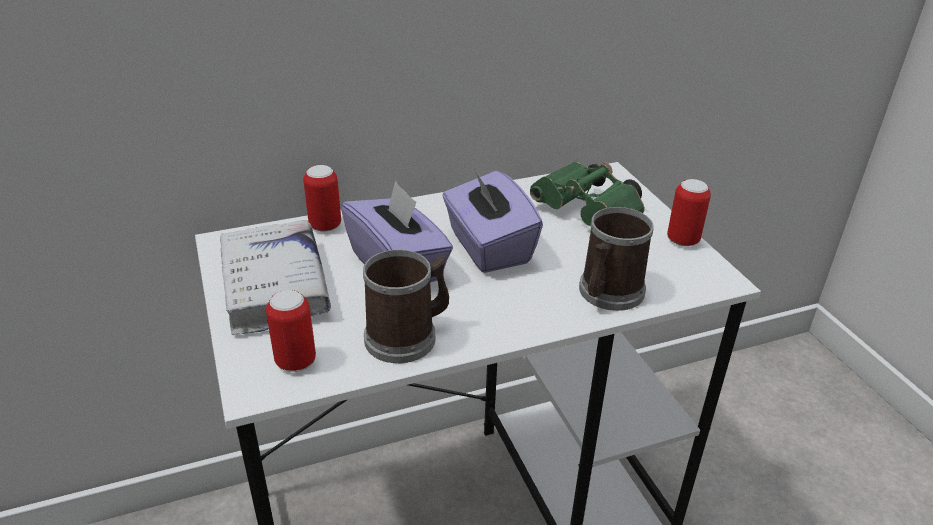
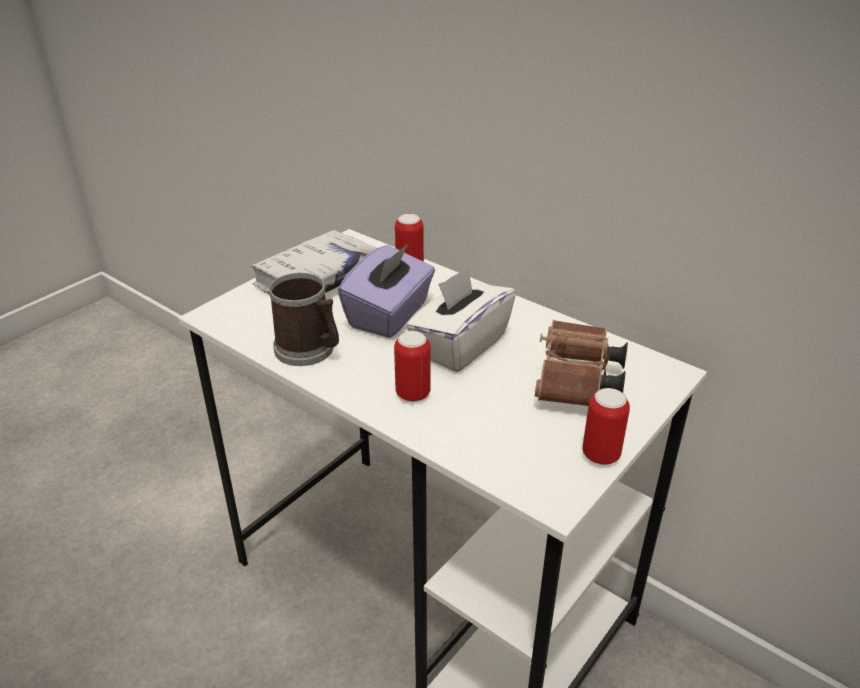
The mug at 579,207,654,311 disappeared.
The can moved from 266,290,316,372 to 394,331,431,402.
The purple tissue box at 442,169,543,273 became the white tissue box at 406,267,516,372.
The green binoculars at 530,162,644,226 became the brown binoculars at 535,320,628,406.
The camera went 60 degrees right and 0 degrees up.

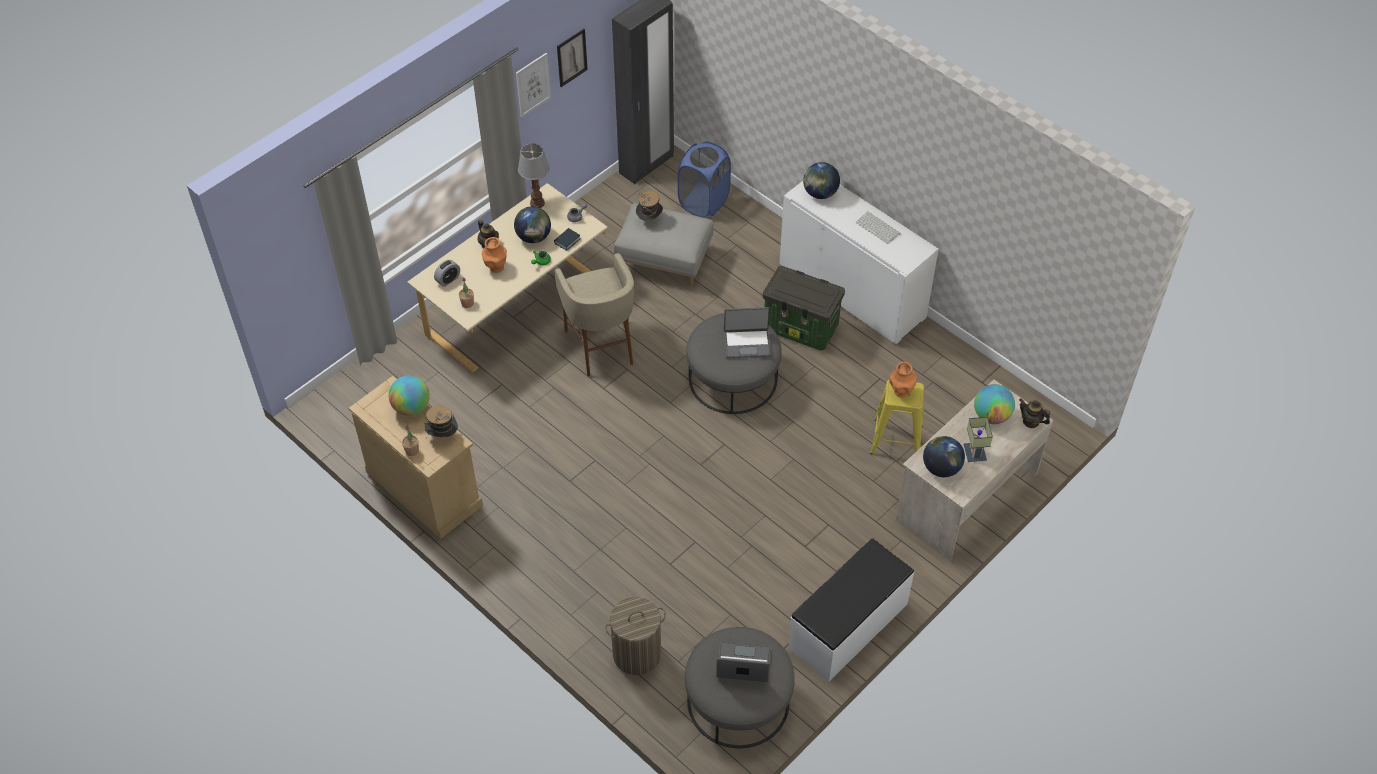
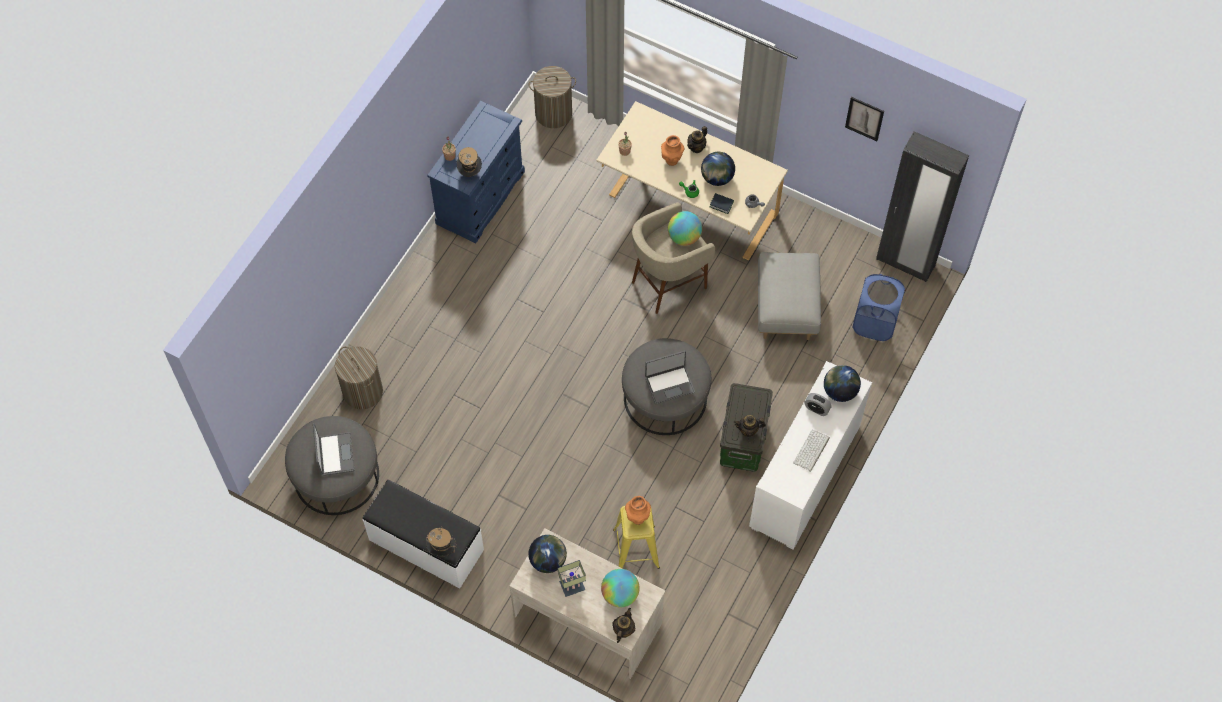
The picture at 516,53,551,118 disappeared.
The table lamp at 518,143,550,208 disappeared.
The laundry basket at 529,66,576,128 appeared.
The teapot at 734,415,766,437 appeared.
The globe moved from 389,375,430,416 to 668,211,702,246.
The alarm clock moved from 434,260,460,287 to 804,393,832,416.
The hat moved from 636,191,663,221 to 426,527,457,556.
The beige dresser at 349,376,483,539 became the blue dresser at 427,101,525,243.
The laptop at 724,307,771,358 turned 90 degrees counterclockwise.
The camera went 75 degrees right and 10 degrees up.

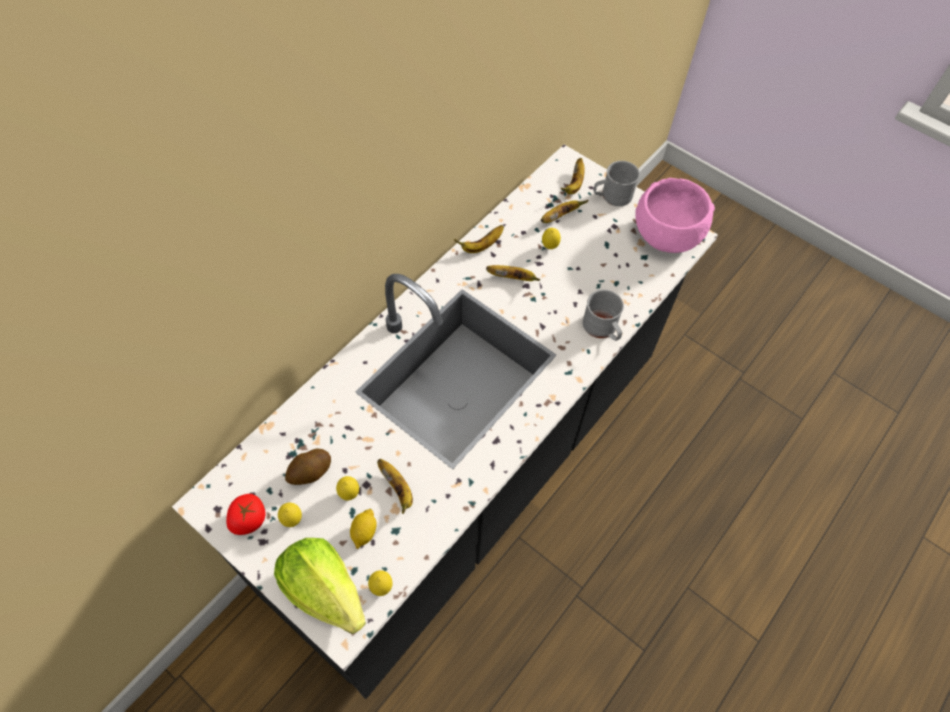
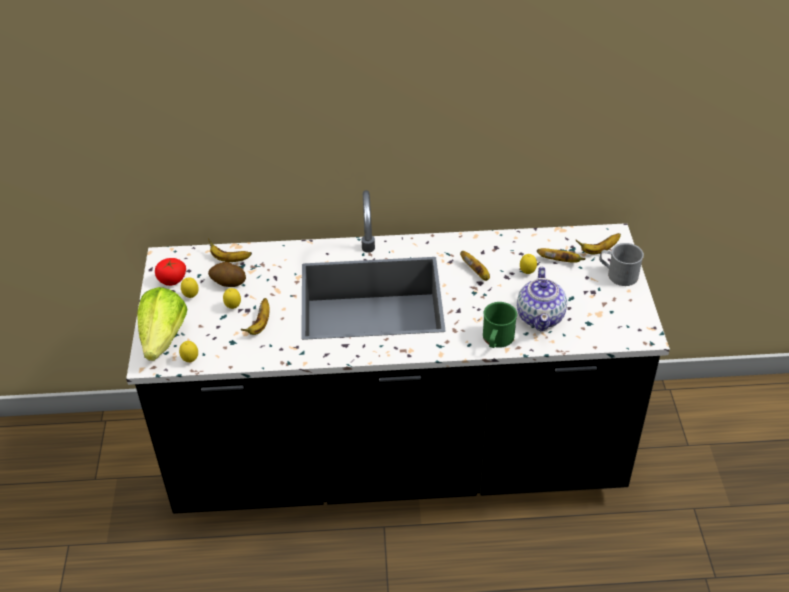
The lemon at 350,509,377,549 disappeared.
The pink bowl at 635,178,715,253 disappeared.
The teapot at 517,267,567,331 appeared.
The banana moved from 454,225,504,253 to 208,238,252,262.
The grey mug at 583,289,624,341 became the green mug at 483,302,517,348.
The camera went 50 degrees right and 15 degrees down.

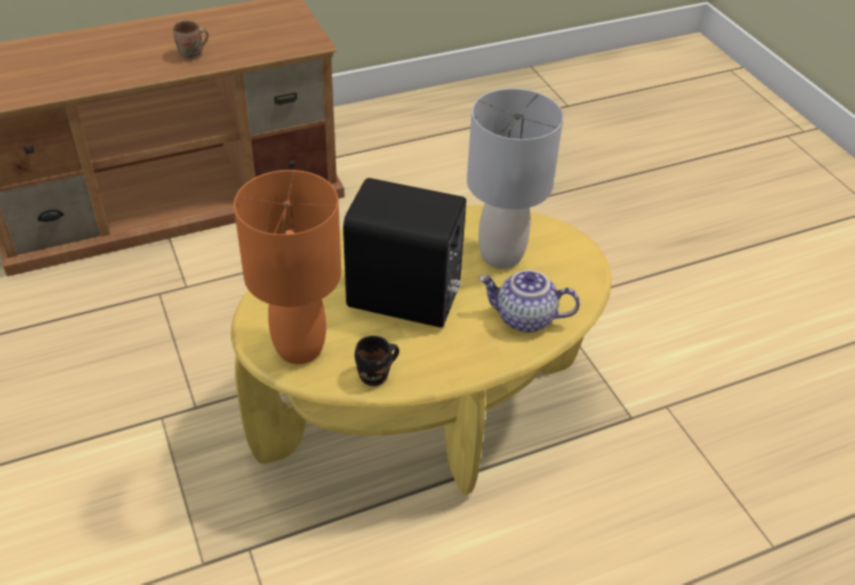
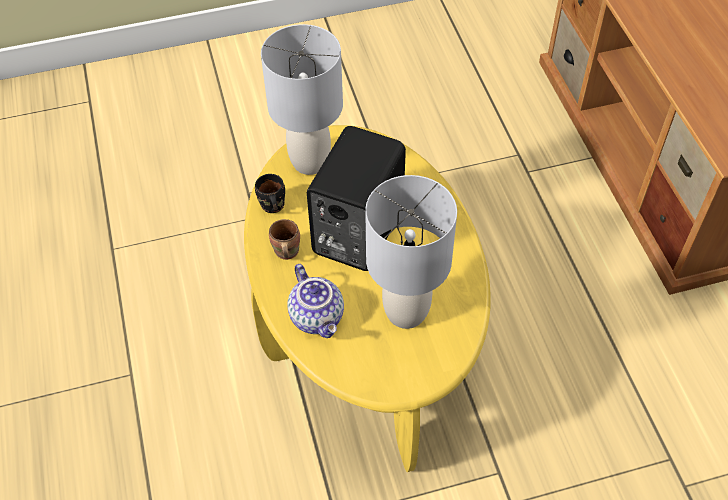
The brown mug moved from 173,21,208,60 to 269,219,300,260.
The orange table lamp at 234,170,342,364 became the grey table lamp at 261,24,343,175.
The teapot at 479,270,580,333 turned 135 degrees clockwise.
The camera went 100 degrees right and 10 degrees up.

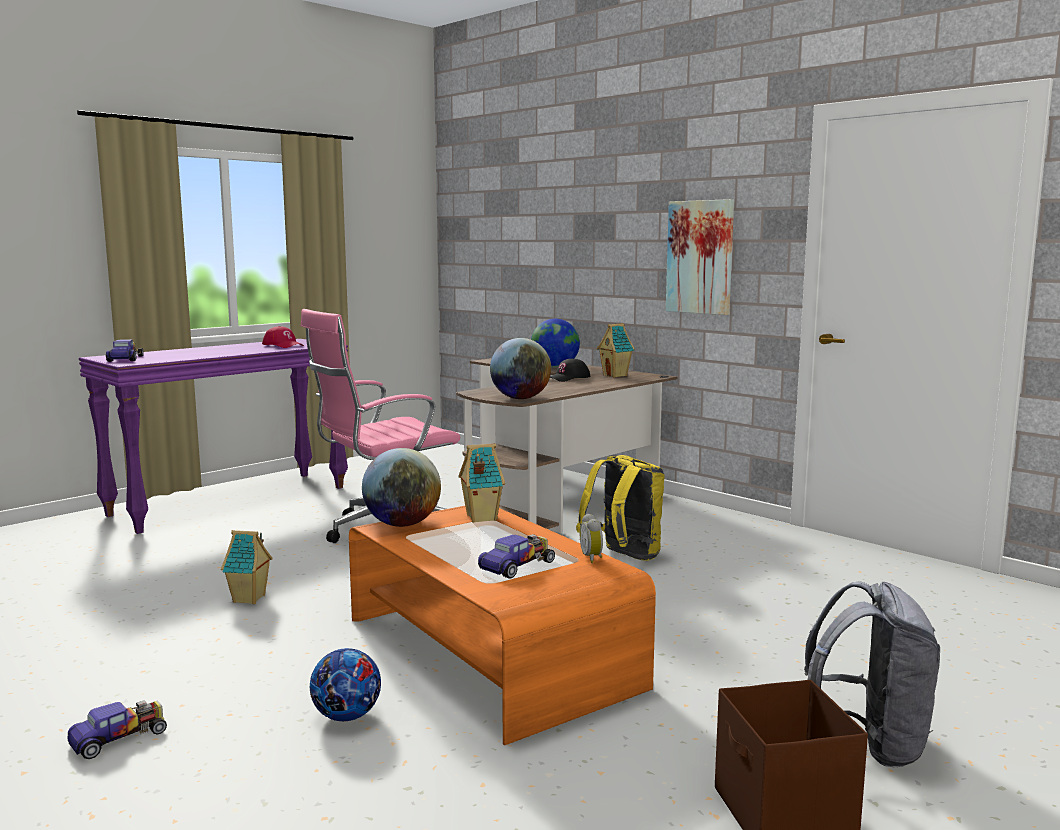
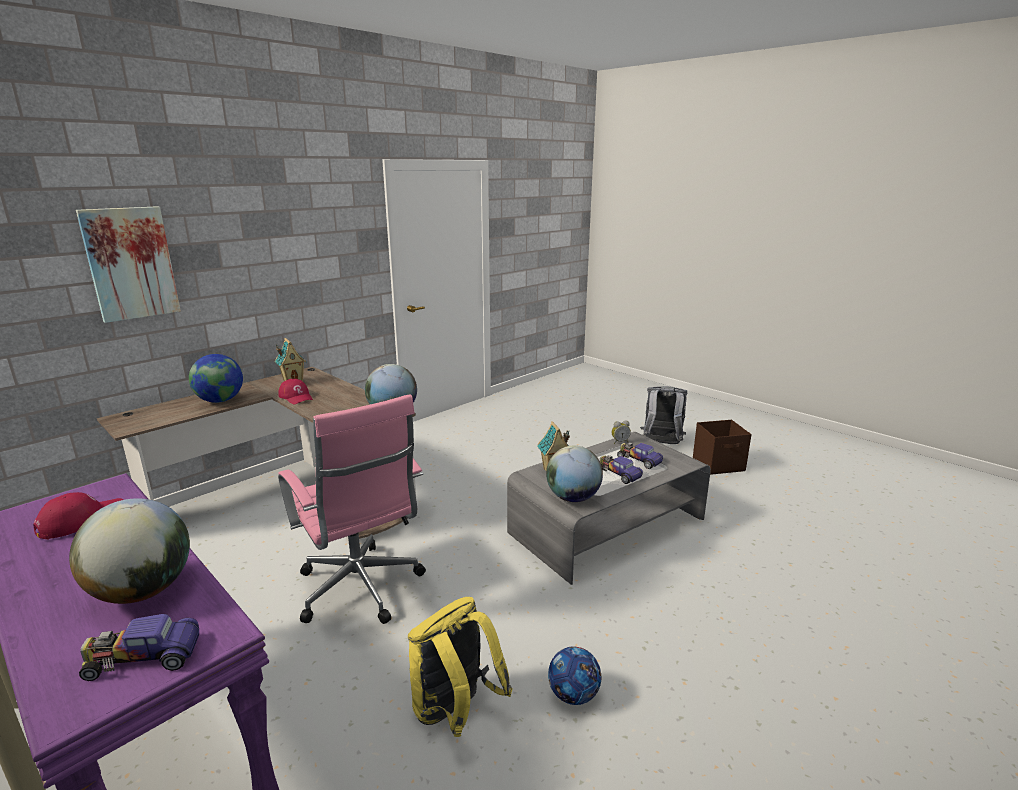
The toy house at 221,530,273,604 disappeared.
The globe at 69,498,190,604 appeared.
The toy car moved from 67,700,167,759 to 600,455,643,484.
The football moved from 310,648,381,721 to 548,647,601,705.
The yellow backpack moved from 576,455,665,561 to 408,597,513,737.
The picture moved from 666,199,734,315 to 76,206,181,323.
The orange coffee table at 349,506,656,745 became the grey coffee table at 507,432,711,585.
The black cap at 550,358,590,382 became the red cap at 278,379,313,404.
The camera went 90 degrees left and 10 degrees up.

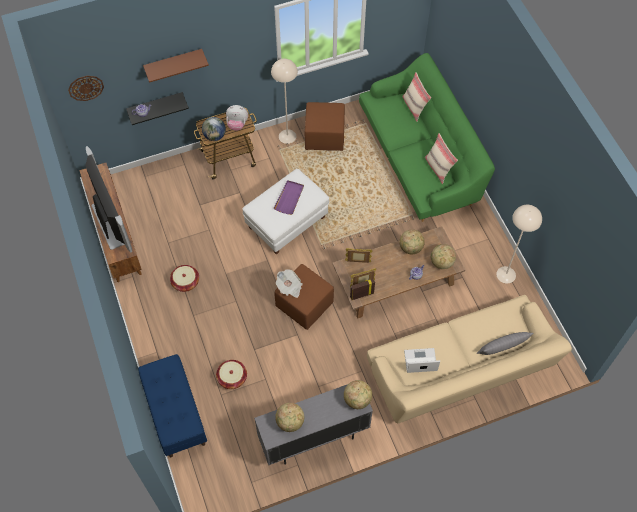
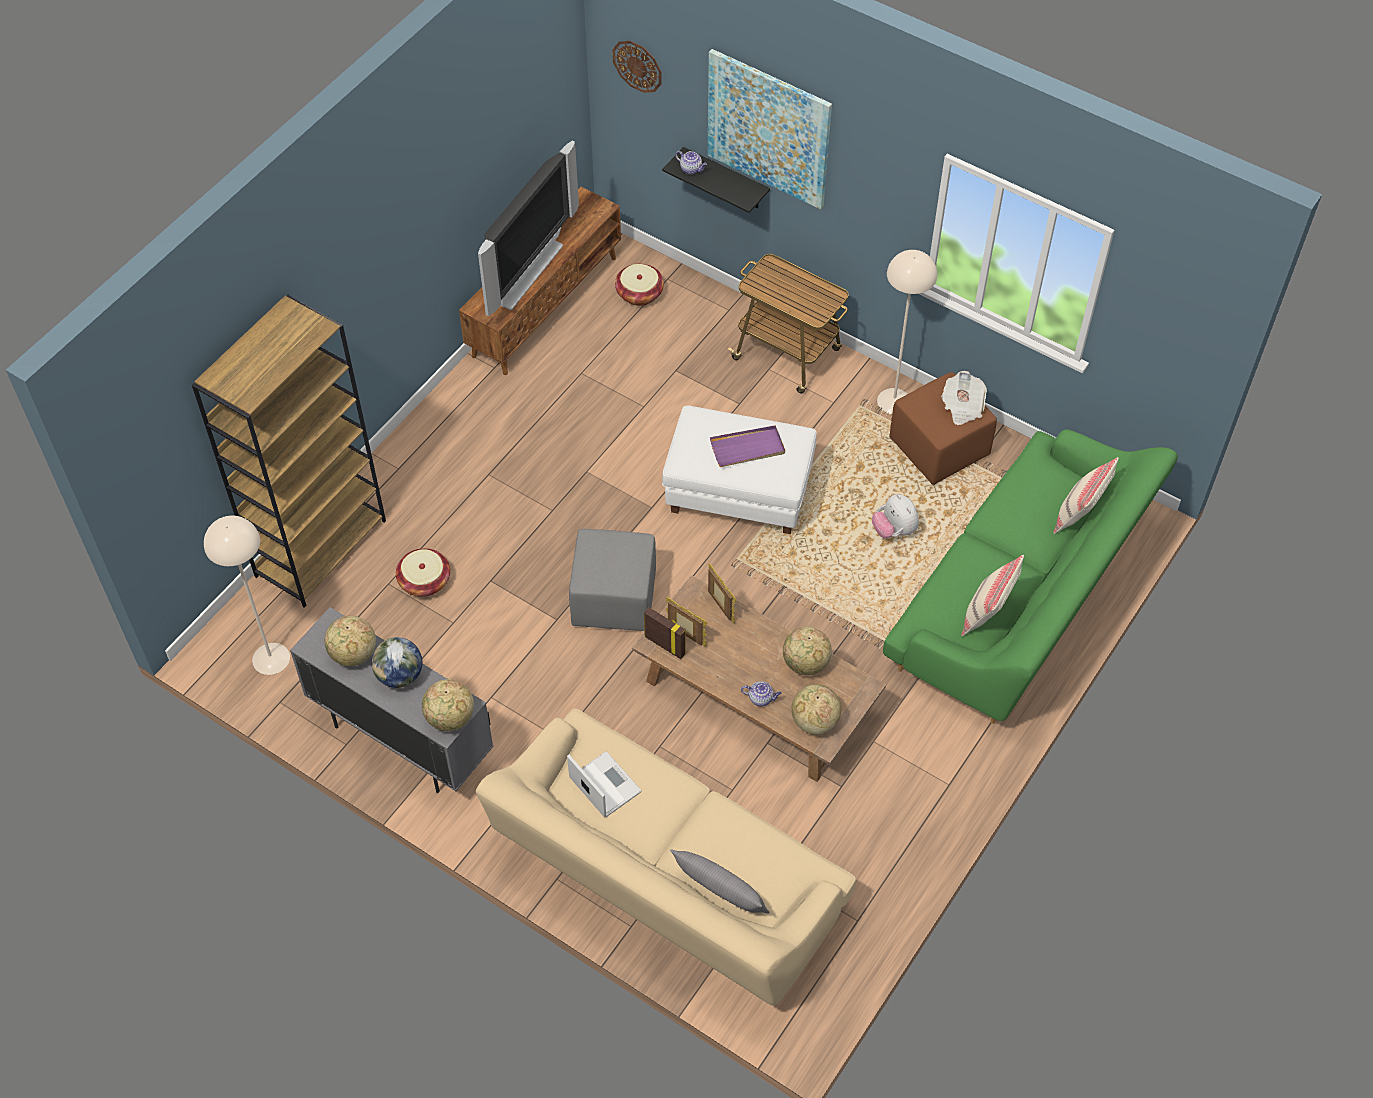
The basket moved from 170,265,199,292 to 615,264,664,306.
The globe moved from 202,117,226,141 to 371,637,422,688.
The plush toy moved from 226,105,248,131 to 872,494,919,538.
The newspaper moved from 276,269,303,298 to 941,371,987,425.
The beige floor lamp moved from 496,205,542,284 to 204,516,290,675.
The blue bench at 138,354,207,457 was replaced by the brown bookcase at 192,295,386,608.
The brown shelf at 143,49,209,83 was replaced by the picture at 708,49,832,209.
The brown ottoman at 275,264,334,330 became the grey ottoman at 569,529,656,631.
The camera went 55 degrees right and 5 degrees down.

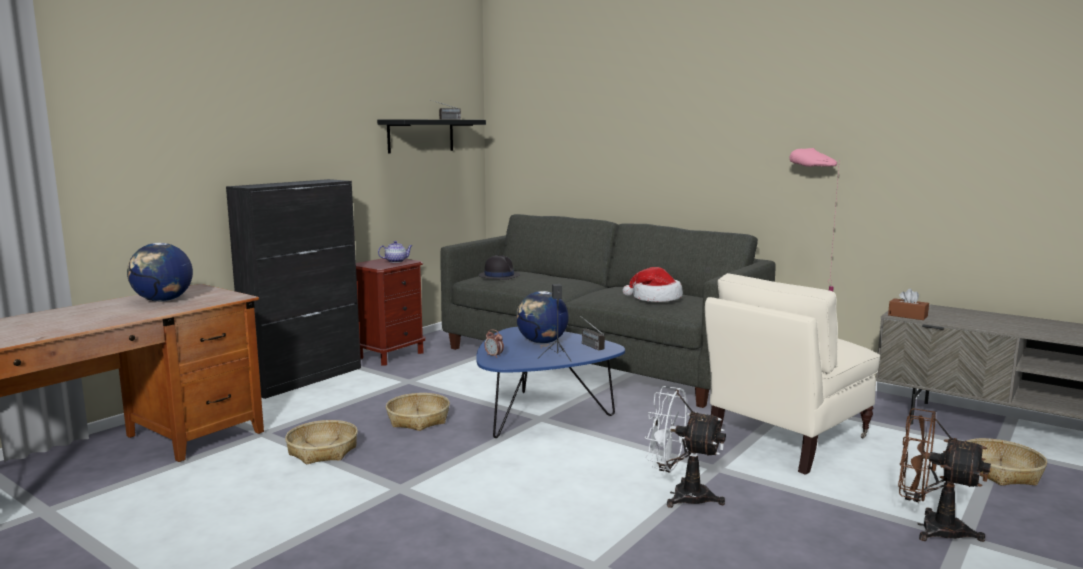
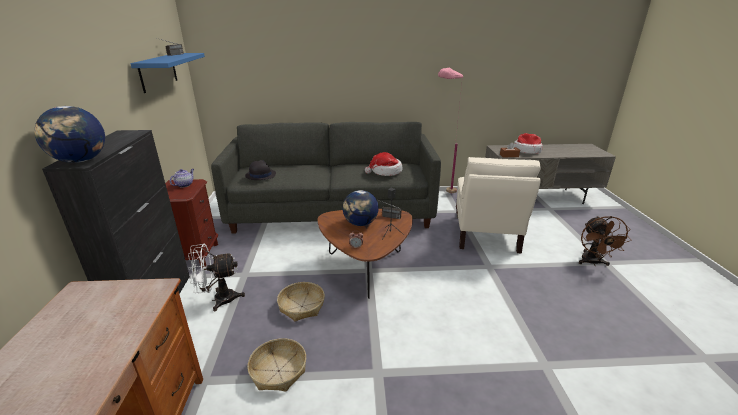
The basket at 966,438,1047,486 disappeared.
The hat at 514,133,543,154 appeared.
The globe moved from 127,243,193,302 to 35,106,105,163.
The white fan moved from 645,386,726,508 to 188,243,245,311.
The black shelf at 377,120,486,153 became the blue shelf at 130,53,205,93.
The blue coffee table at 476,327,625,438 became the brown coffee table at 318,209,413,299.
The brown fan at 898,408,991,542 turned 75 degrees counterclockwise.
The camera went 40 degrees left and 15 degrees up.

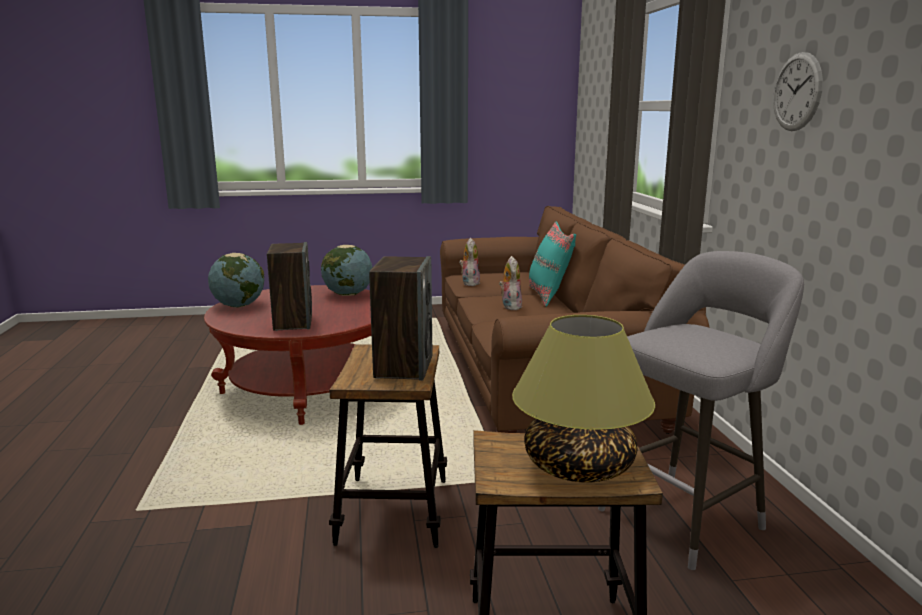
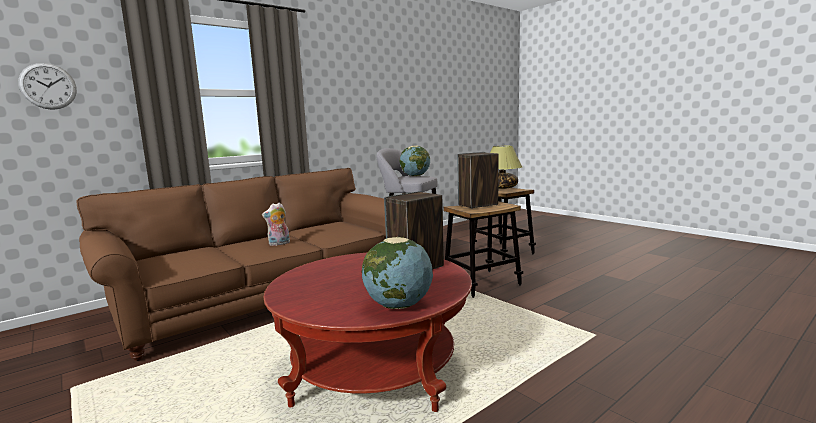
The plush toy at 459,238,480,286 disappeared.
The turquoise pillow at 529,222,576,307 disappeared.
The globe moved from 321,245,372,296 to 399,146,430,176.
The wall clock moved from 773,52,823,131 to 18,63,77,110.
The camera went 120 degrees left and 5 degrees down.

